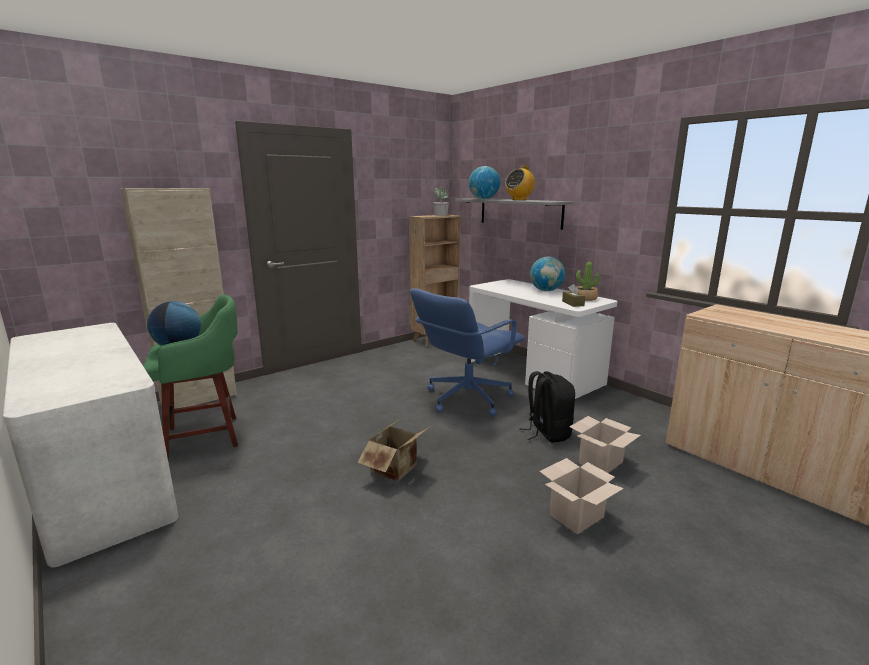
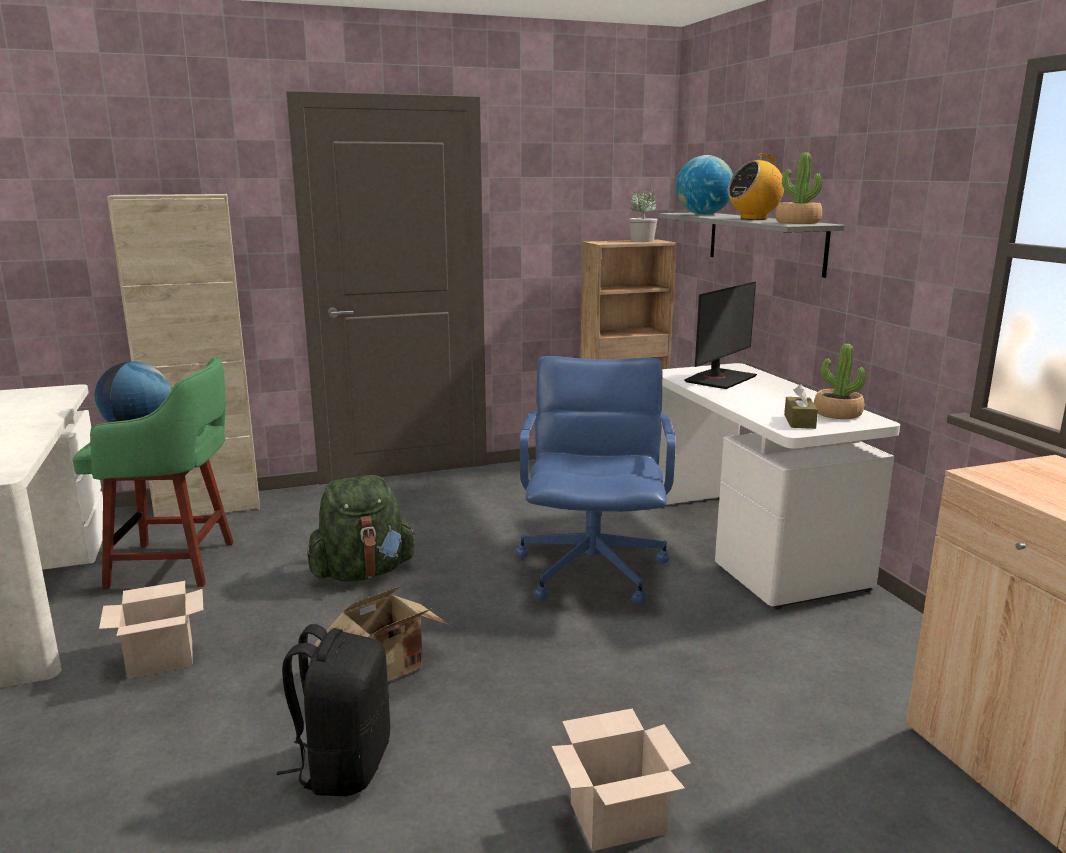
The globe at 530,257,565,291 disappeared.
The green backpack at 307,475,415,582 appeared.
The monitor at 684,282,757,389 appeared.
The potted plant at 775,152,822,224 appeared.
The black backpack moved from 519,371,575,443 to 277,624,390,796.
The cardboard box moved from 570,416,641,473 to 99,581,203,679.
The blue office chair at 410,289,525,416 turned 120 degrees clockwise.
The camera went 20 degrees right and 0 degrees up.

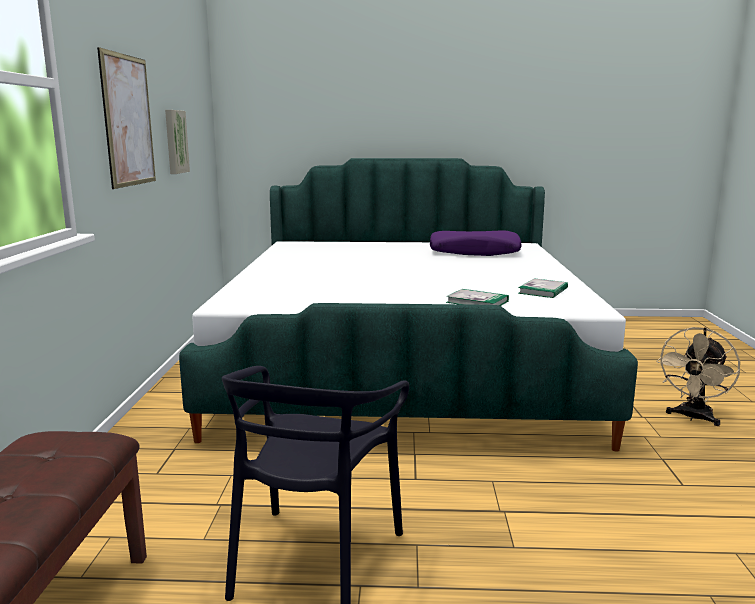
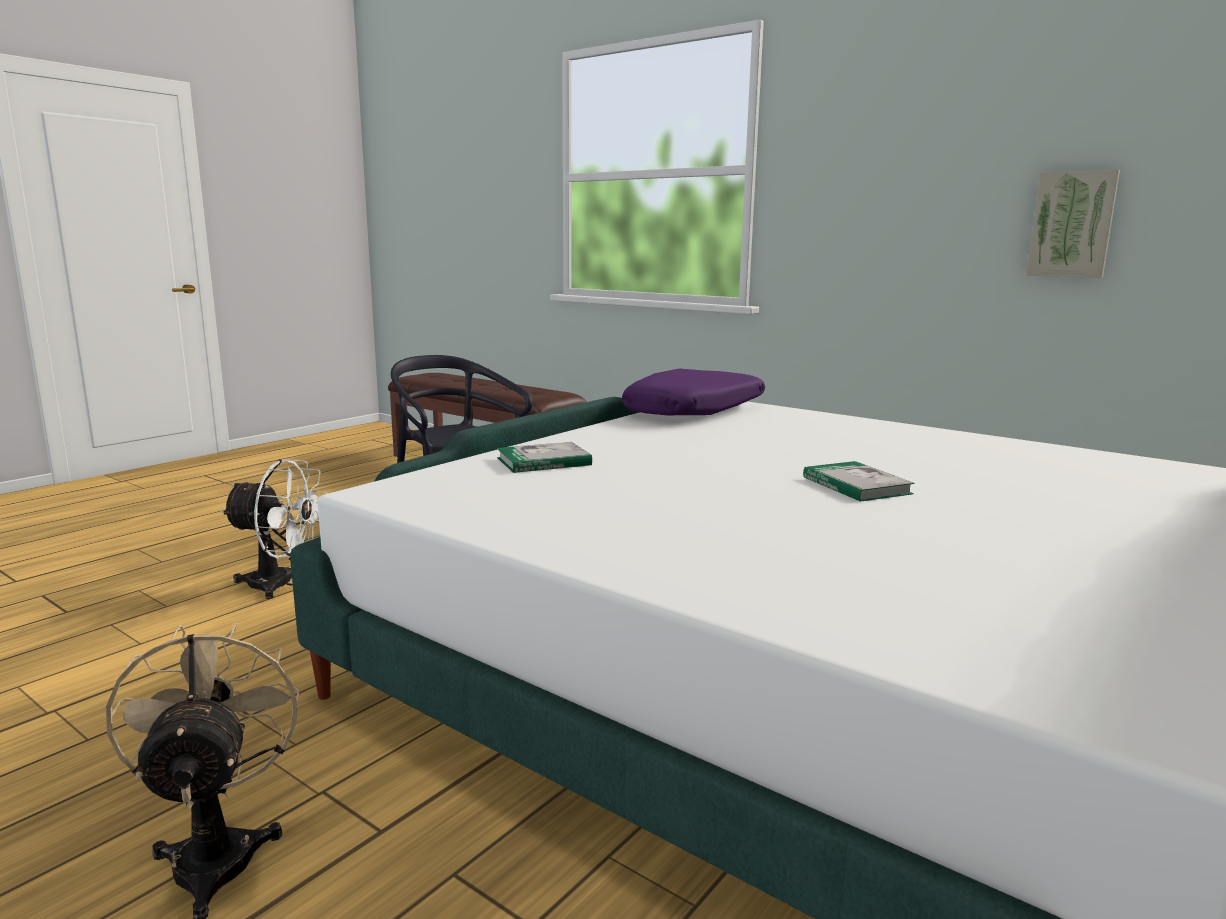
The picture at 97,47,156,189 disappeared.
The white fan at 221,459,328,599 appeared.
The purple pillow moved from 430,230,522,256 to 622,368,765,415.
The book moved from 518,278,568,298 to 803,461,915,502.
The camera went 125 degrees right and 0 degrees up.

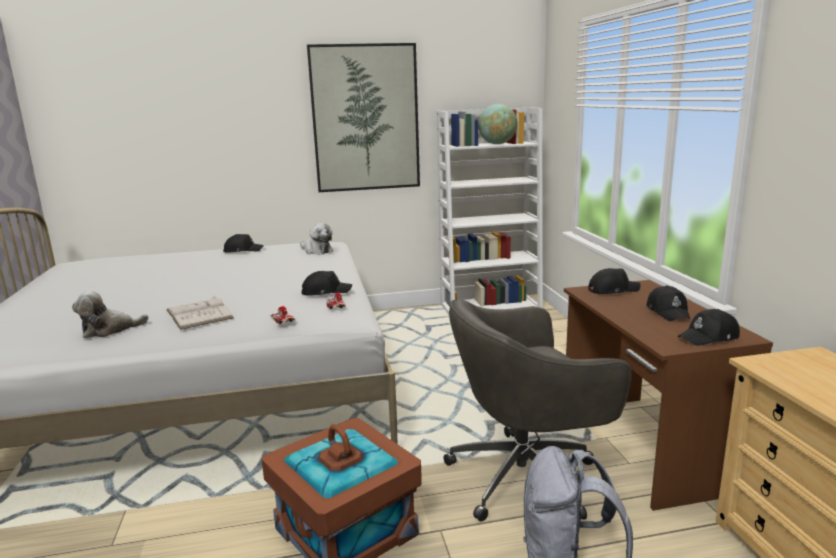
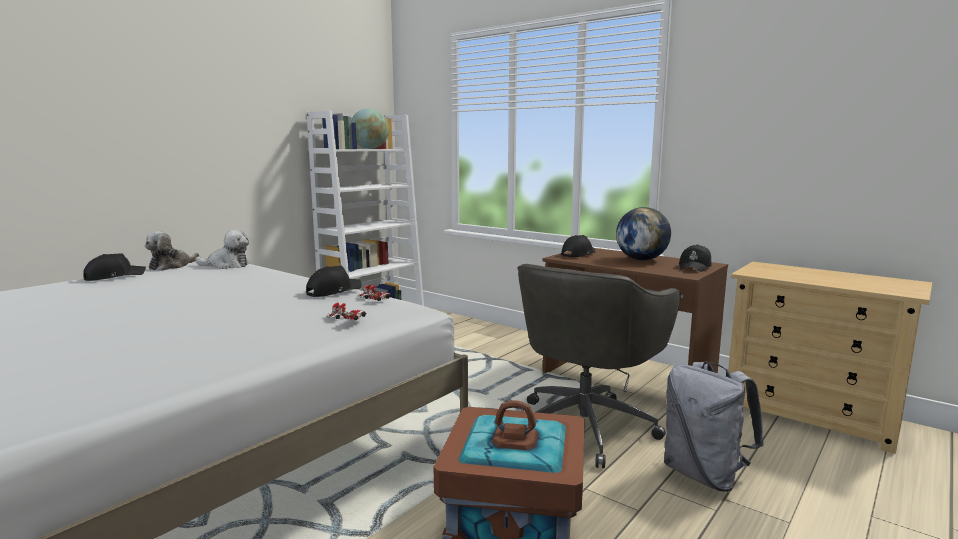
The white book at 167,296,234,330 disappeared.
The picture at 307,43,420,192 disappeared.
The plush toy moved from 72,291,148,338 to 145,231,199,271.
The black cap at 646,285,691,321 was replaced by the globe at 616,207,671,260.
The camera went 40 degrees left and 5 degrees down.

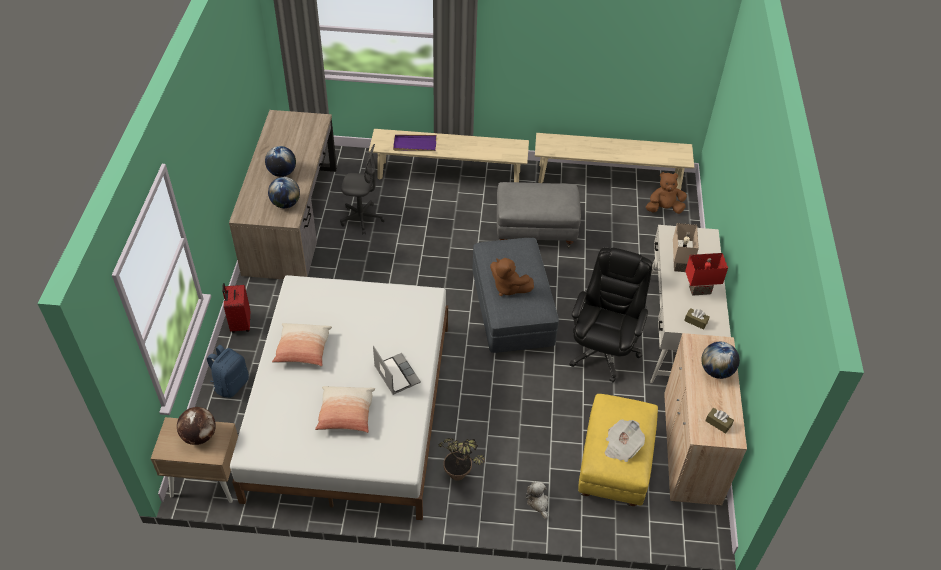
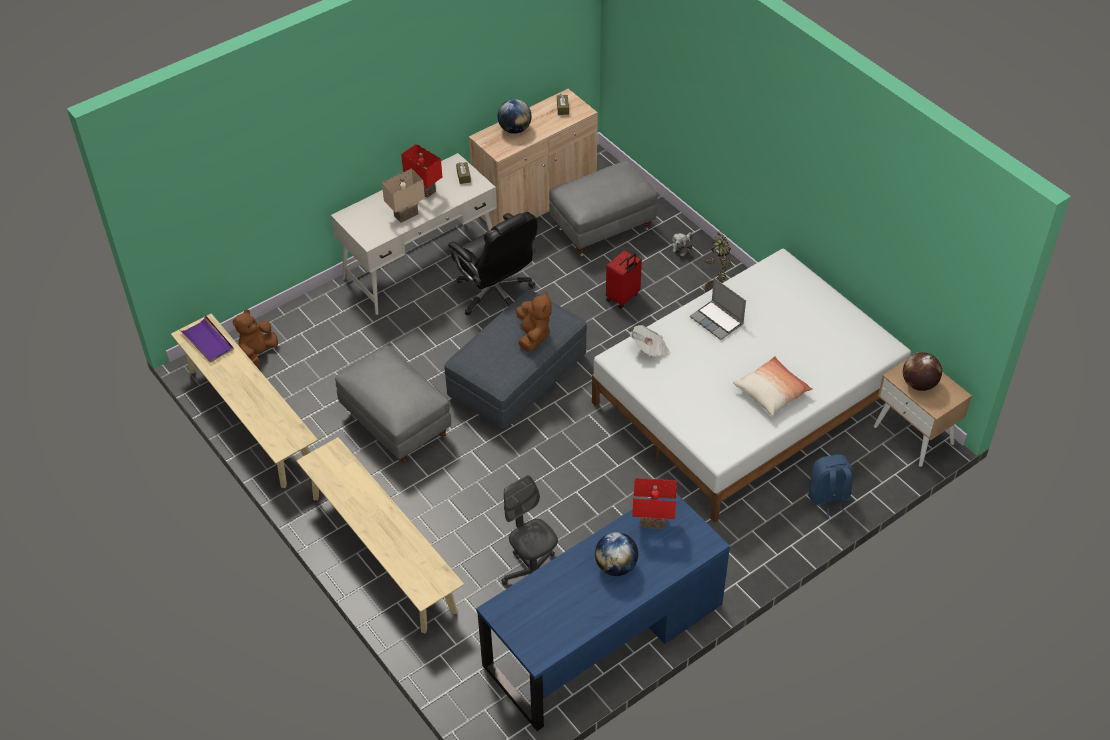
The pillow at 315,386,375,433 disappeared.
The red suitcase moved from 222,283,250,333 to 606,250,642,309.
The purple tray moved from 393,135,437,151 to 180,316,234,363.
The newspaper moved from 605,419,645,462 to 630,325,670,357.
The globe at 268,177,300,208 was replaced by the red table lamp at 632,478,677,529.
The brown desk at 229,110,337,279 became the blue desk at 476,493,730,731.
The yellow ottoman at 578,394,658,506 became the grey ottoman at 549,161,658,257.
The laptop at 373,345,421,395 turned 60 degrees counterclockwise.
The black office chair at 570,247,652,383 turned 105 degrees counterclockwise.
The brown plush toy at 646,172,687,214 turned 75 degrees clockwise.
The camera went 130 degrees left and 0 degrees up.

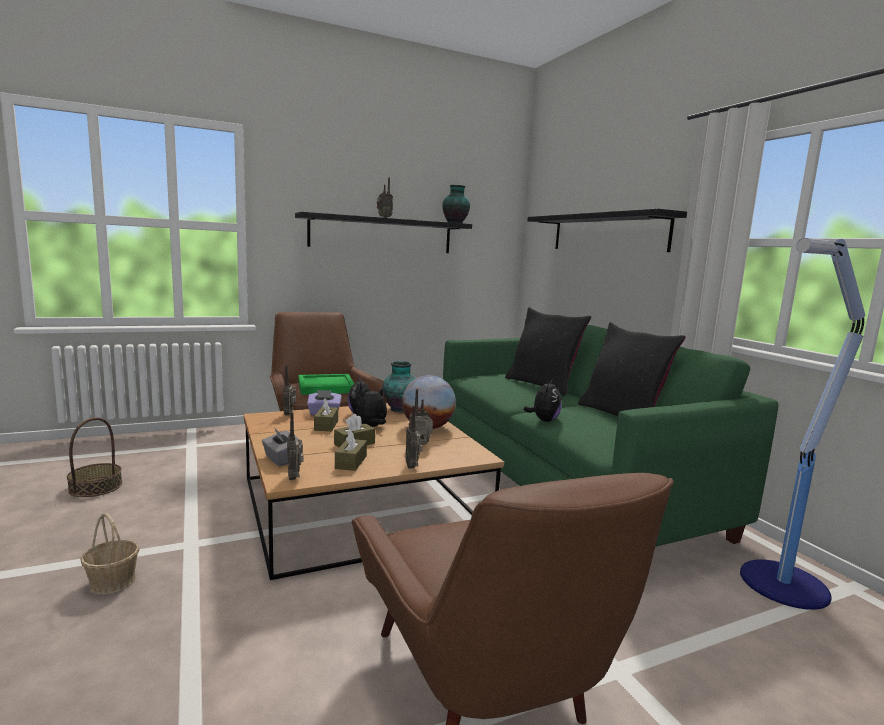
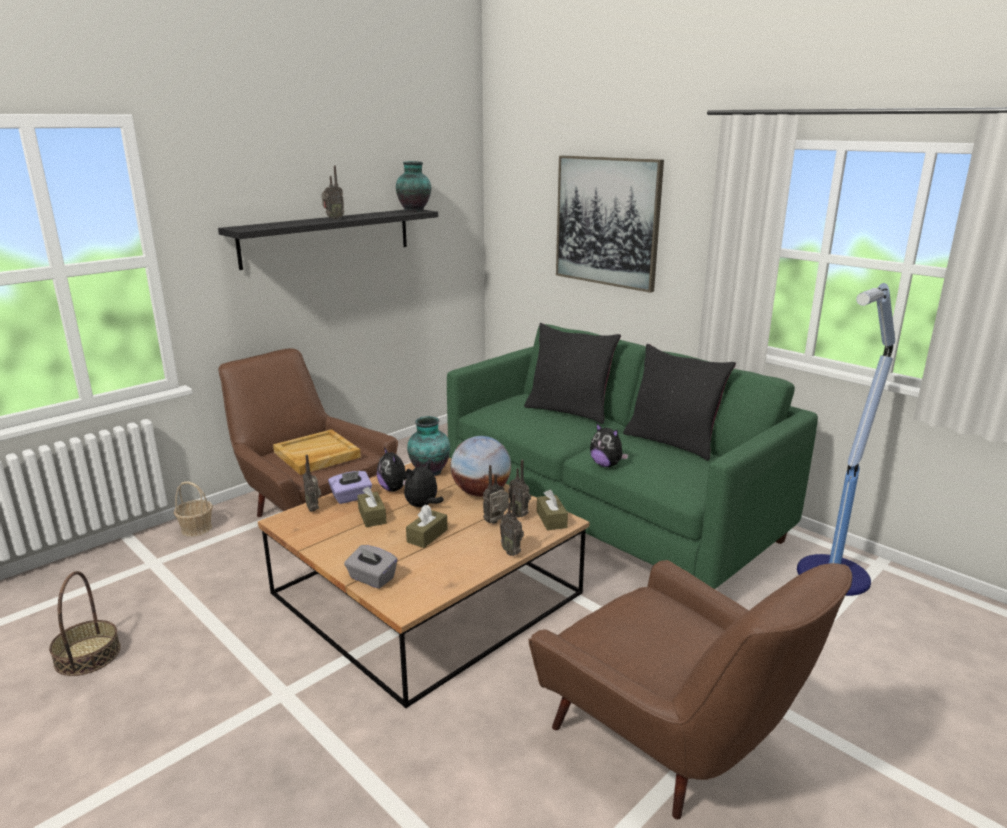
The basket moved from 80,513,140,595 to 174,481,213,537.
The radio moved from 287,412,304,480 to 508,460,531,518.
The brown tissue box moved from 335,430,367,471 to 537,490,568,530.
The black shelf at 527,209,687,252 was replaced by the picture at 556,156,664,293.
The green tray at 298,374,354,395 became the beige tray at 273,429,361,475.
The plush toy at 524,380,561,422 turned 135 degrees clockwise.
The camera went 20 degrees left and 10 degrees up.

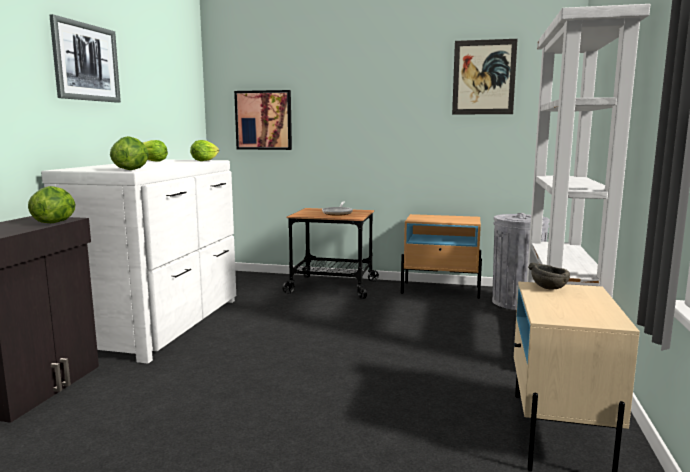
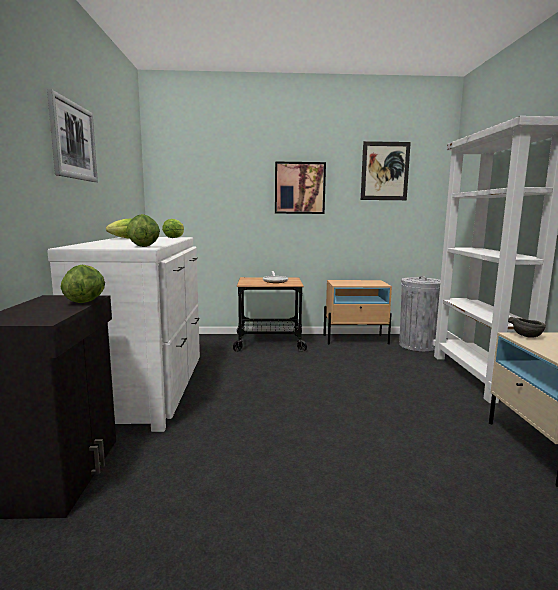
The picture moved from 234,90,292,150 to 275,162,326,214.
The camera went 15 degrees left and 0 degrees up.

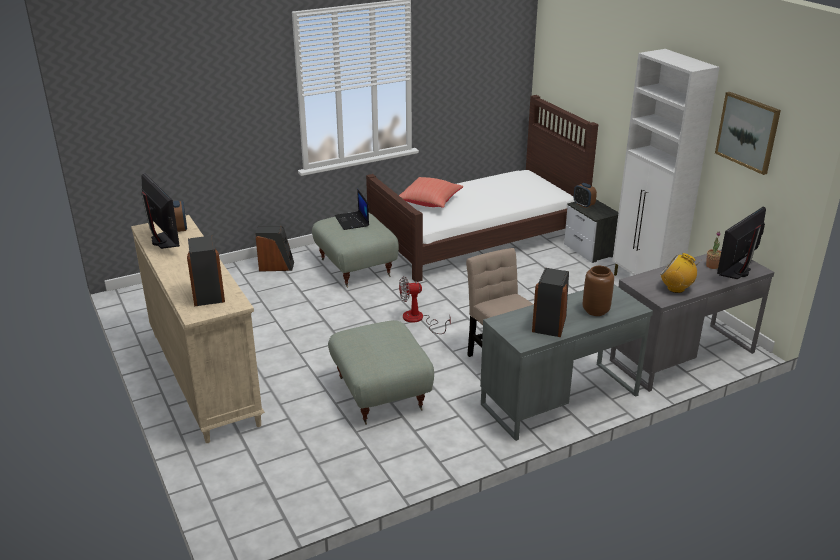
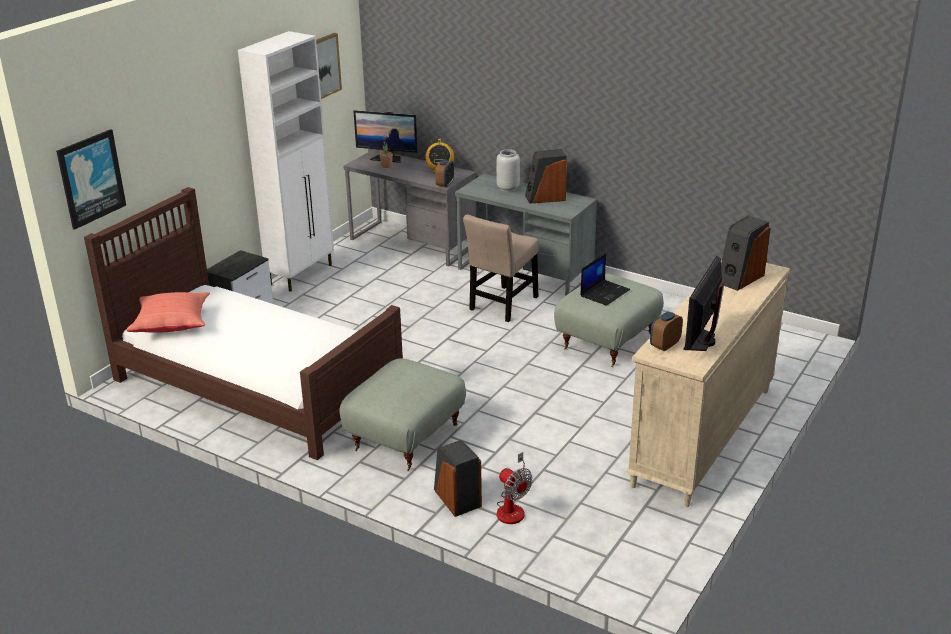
The picture at 56,129,126,230 appeared.
The laptop moved from 335,189,369,230 to 580,254,630,306.
The red pillow moved from 399,177,463,208 to 127,292,210,333.
The fan moved from 399,276,451,334 to 497,452,533,524.
The alarm clock moved from 574,183,597,208 to 435,160,454,188.
The brown vase at 583,266,614,316 became the grey vase at 496,149,520,192.
The camera went 120 degrees left and 0 degrees up.

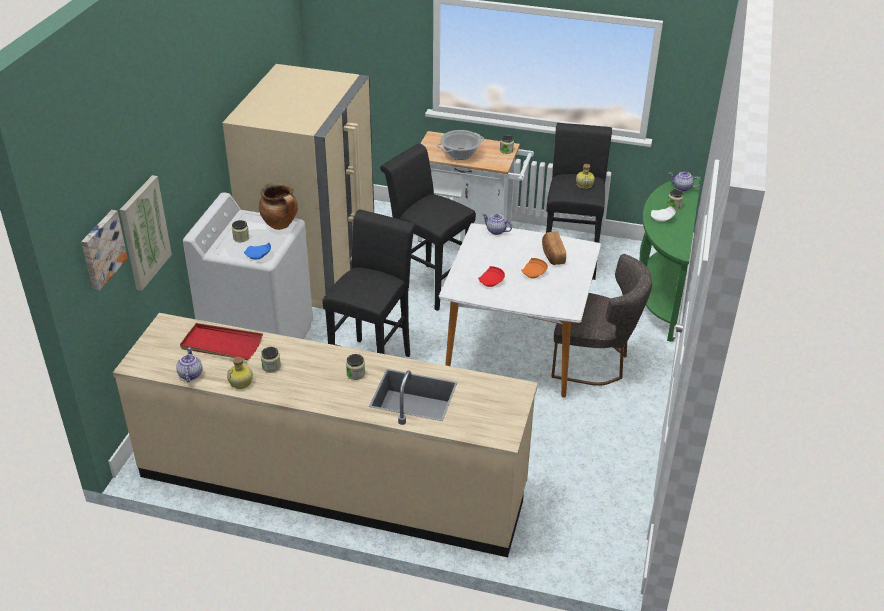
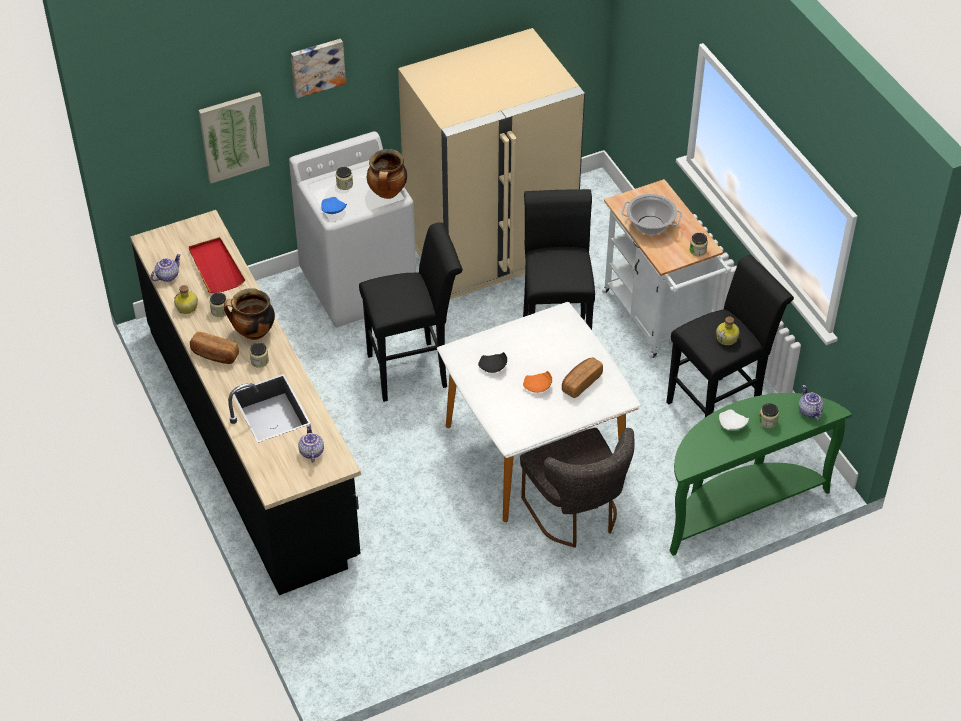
The bread at 190,332,239,364 appeared.
The cooking pot at 224,288,275,340 appeared.
The picture moved from 81,210,128,291 to 291,39,346,98.
The teapot moved from 482,213,512,235 to 298,424,324,463.
The beige counter at 113,313,538,557 became the black counter at 130,210,361,595.
The red plate at 478,266,505,287 became the black plate at 478,352,507,373.
The camera went 50 degrees right and 10 degrees up.

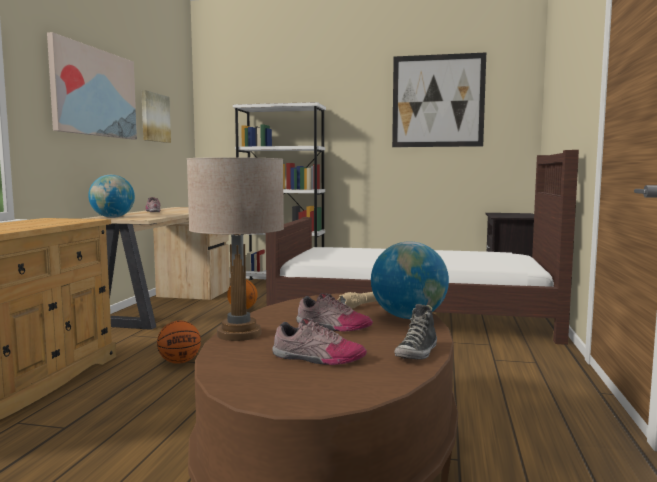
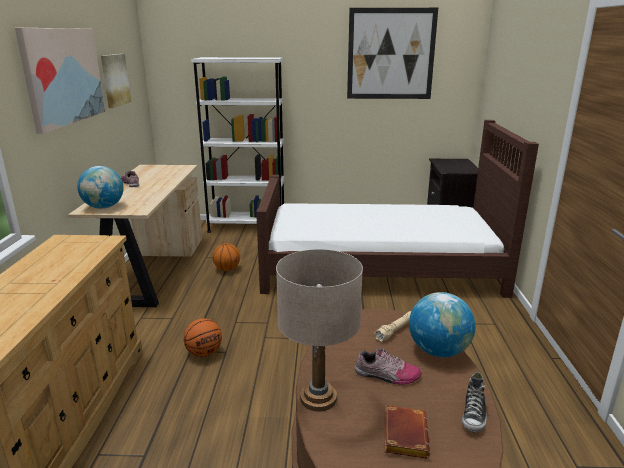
The shoe at 272,318,367,365 was replaced by the brown book at 385,405,430,459.
The camera went 10 degrees left and 15 degrees up.

